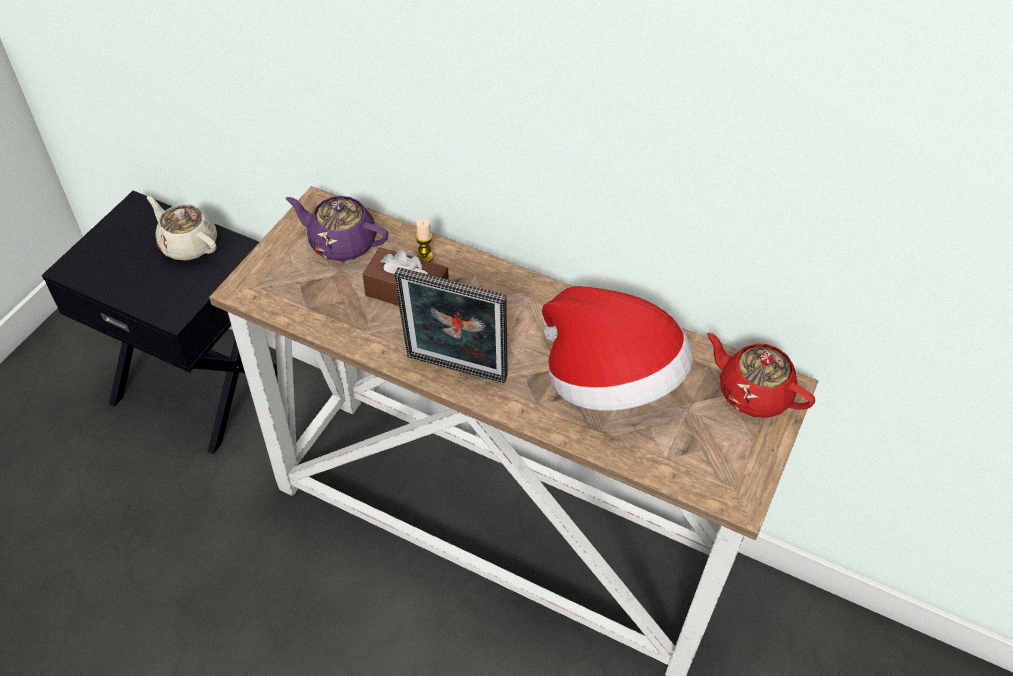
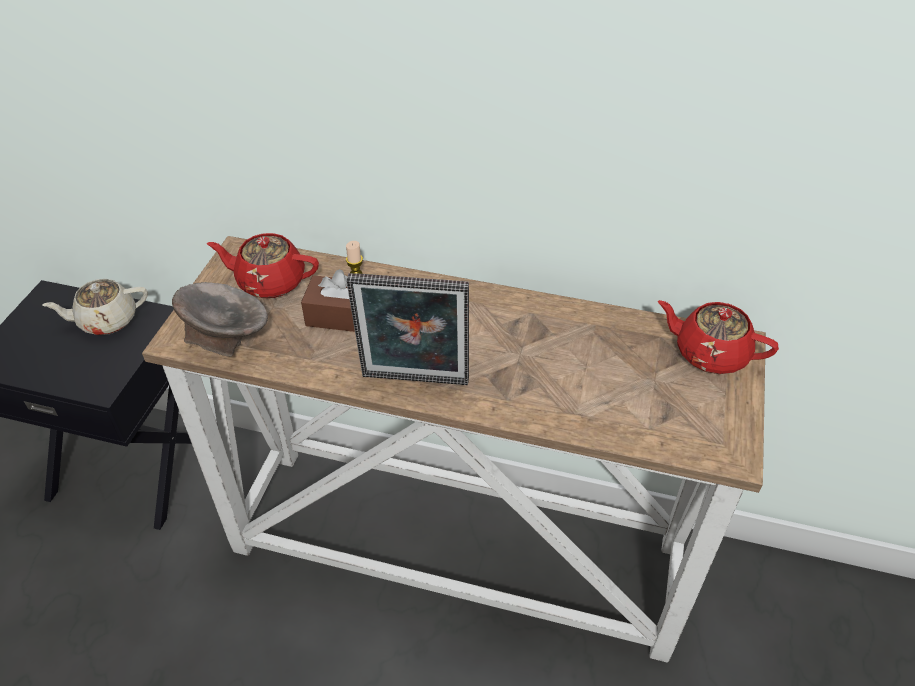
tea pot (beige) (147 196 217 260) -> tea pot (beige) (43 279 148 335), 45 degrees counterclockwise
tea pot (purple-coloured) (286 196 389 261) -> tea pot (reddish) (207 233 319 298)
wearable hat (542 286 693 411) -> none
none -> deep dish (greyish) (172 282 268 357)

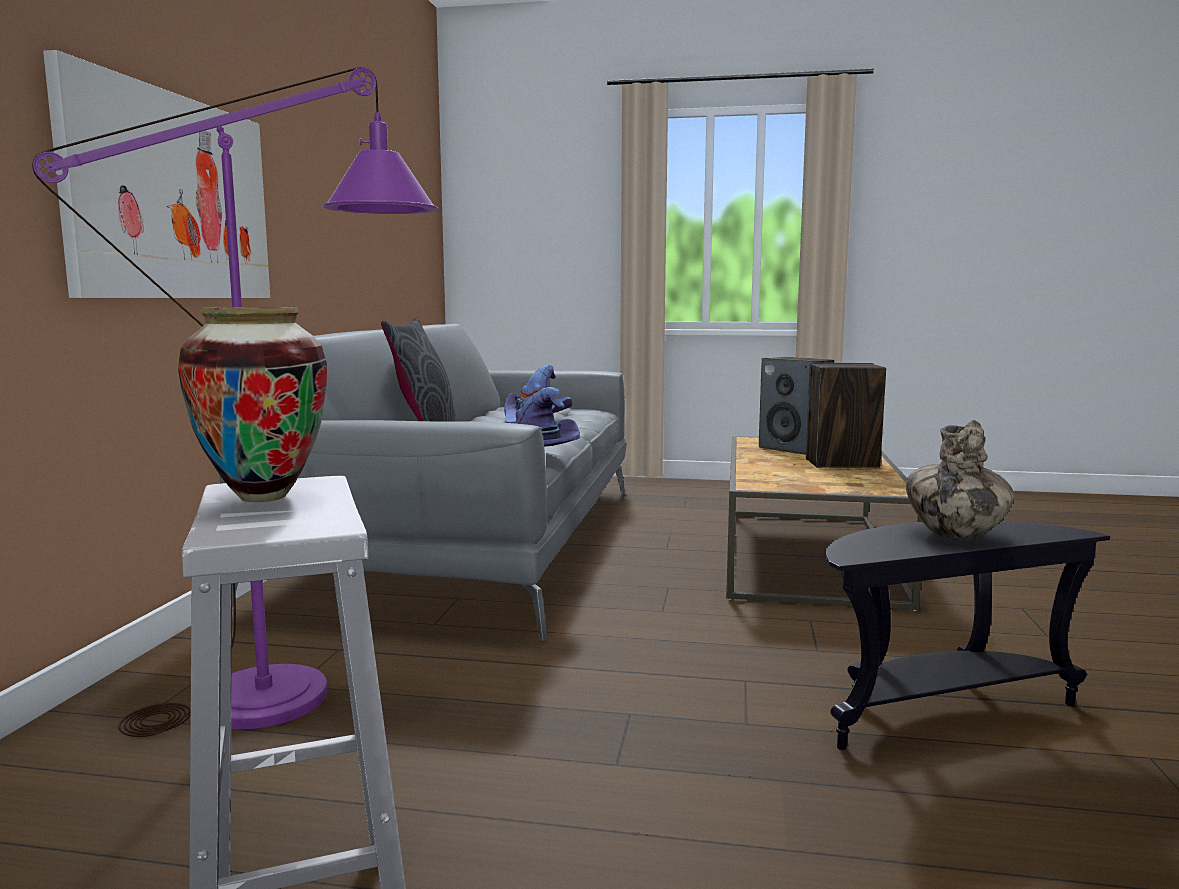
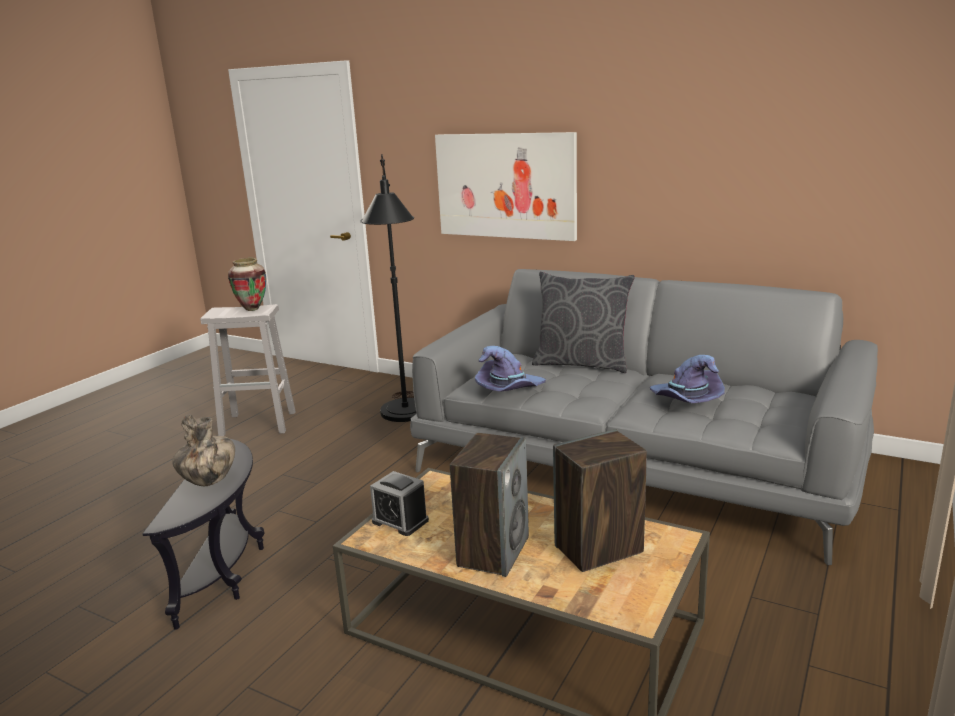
standing lamp (purple-coloured) (32 67 438 737) -> standing lamp (blackish) (360 154 417 422)
none -> bedside clock (370 471 429 536)

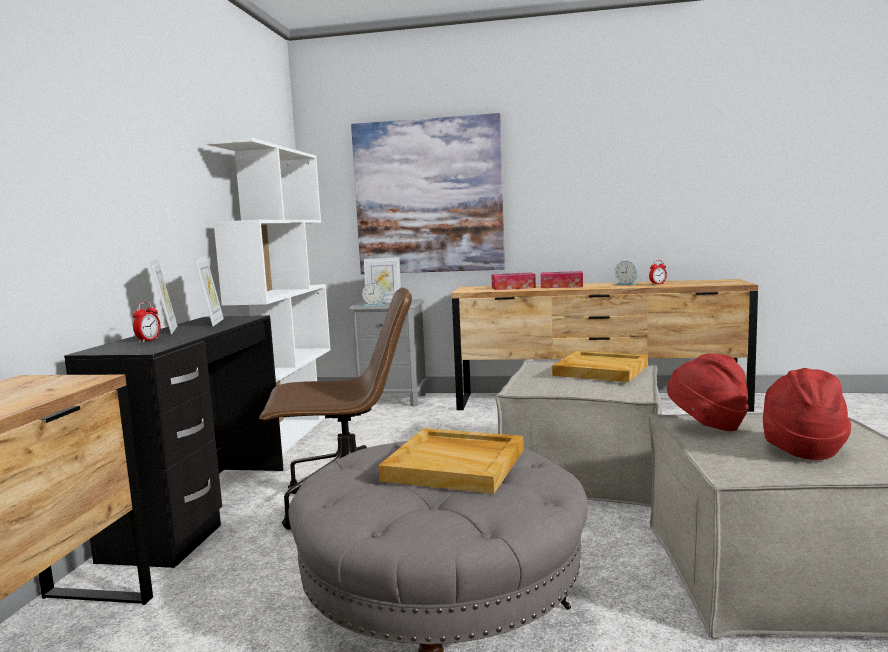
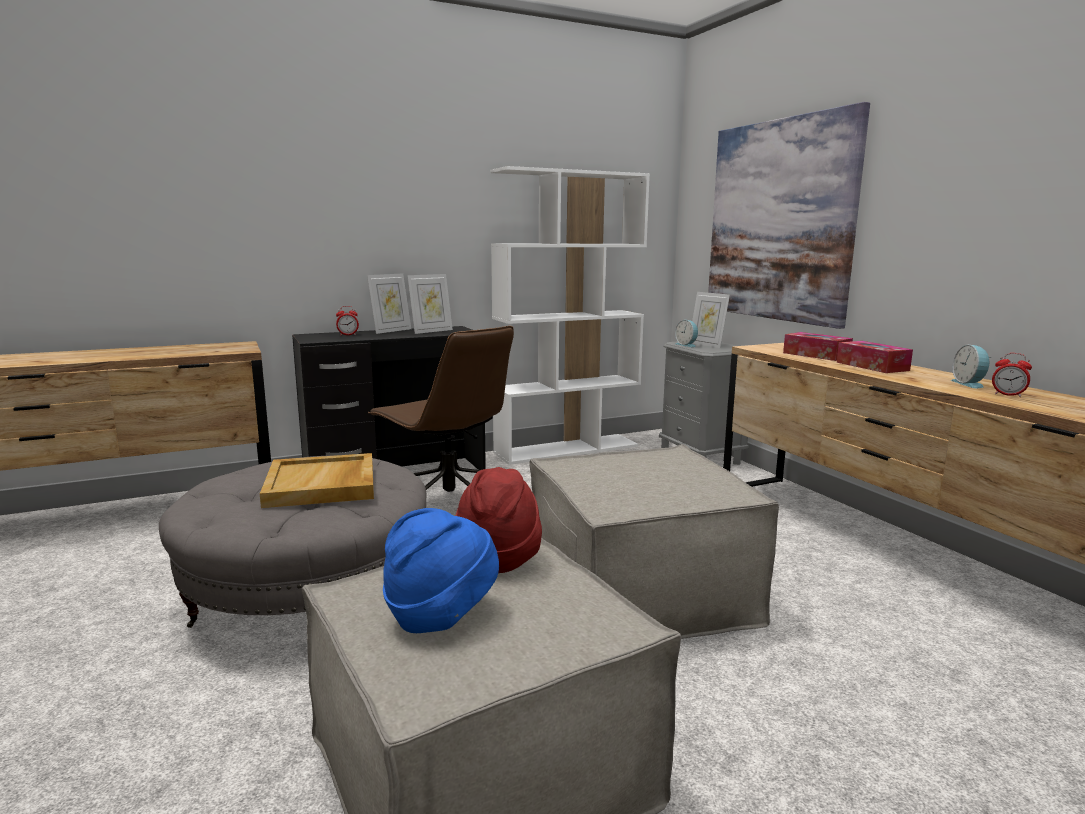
tray (beige) (552 351 648 382) -> none
wearable hat (reddish) (763 368 851 460) -> wearable hat (blue-coloured) (383 508 499 633)

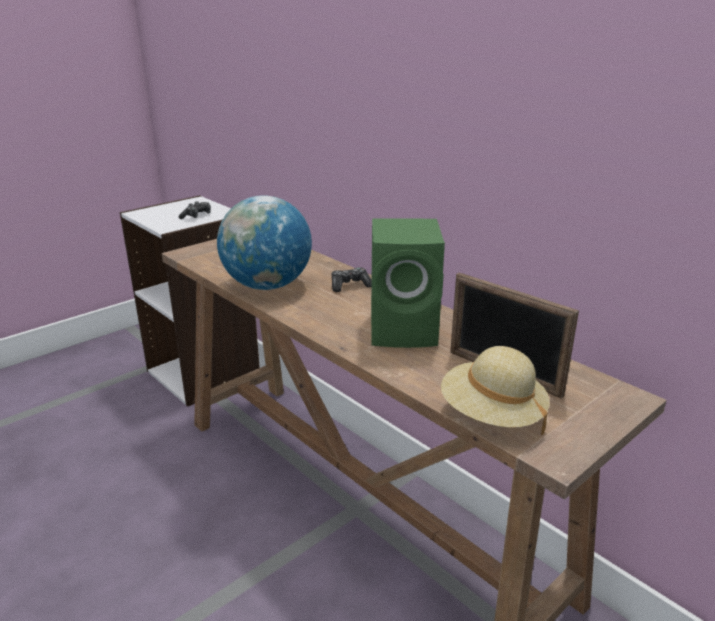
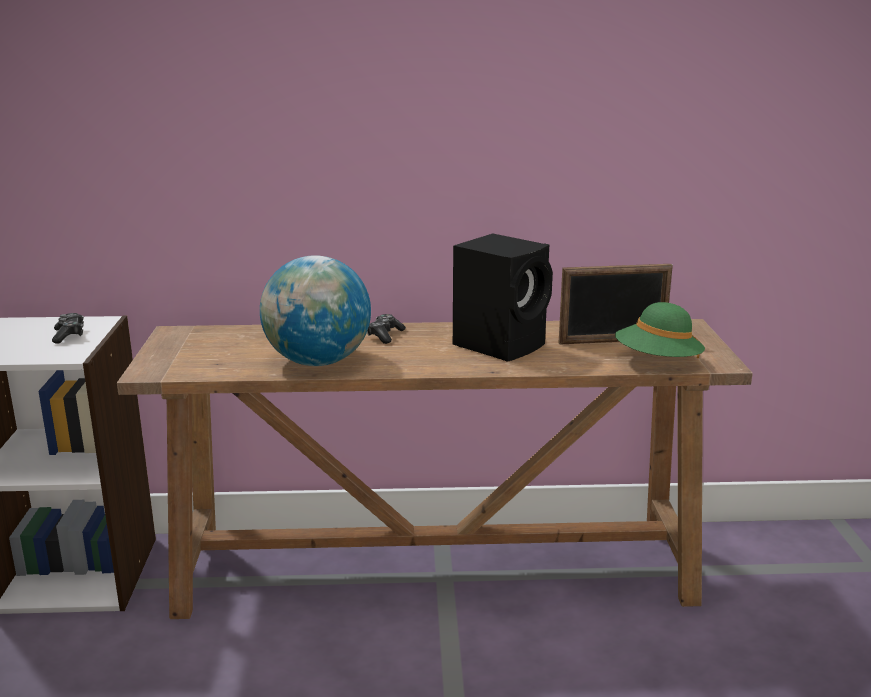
speaker (green) (371 218 445 348) -> speaker (blackish) (453 233 553 362)
wearable hat (beige) (441 346 550 435) -> wearable hat (green) (615 302 705 358)

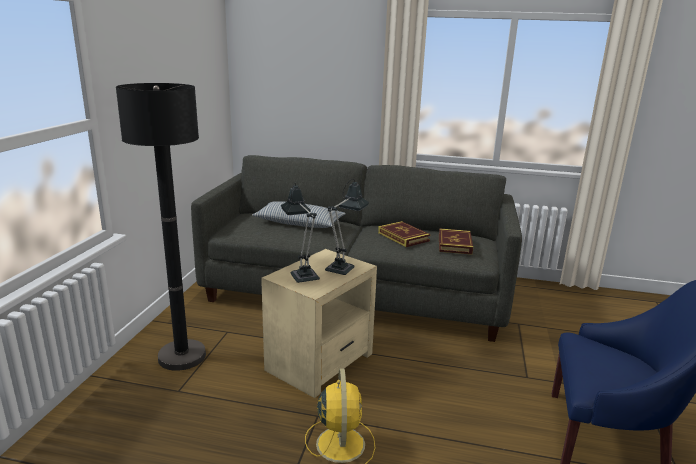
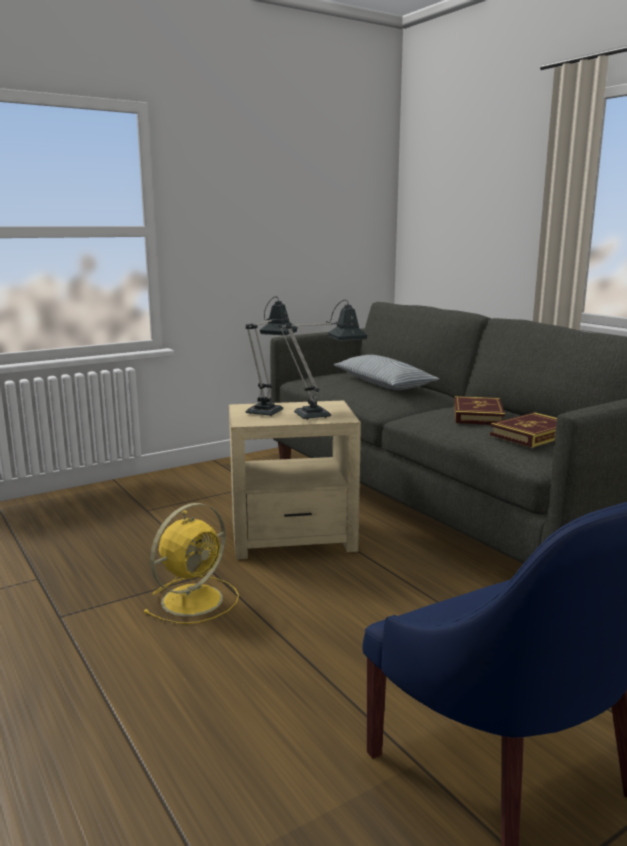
standing lamp (blackish) (116 83 206 371) -> none

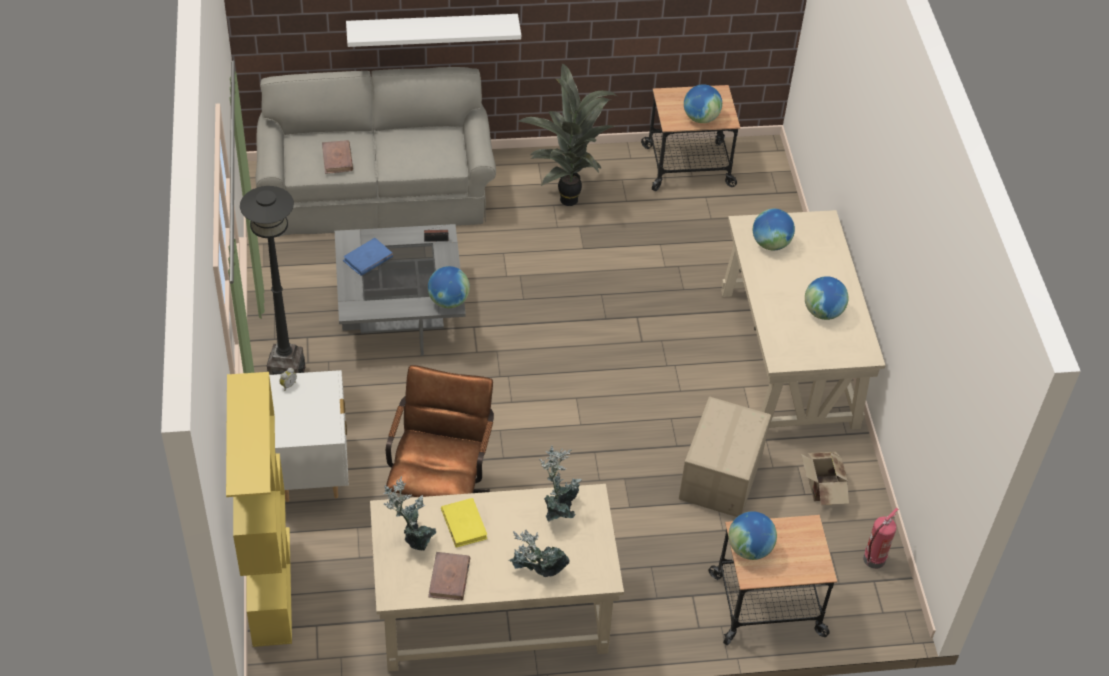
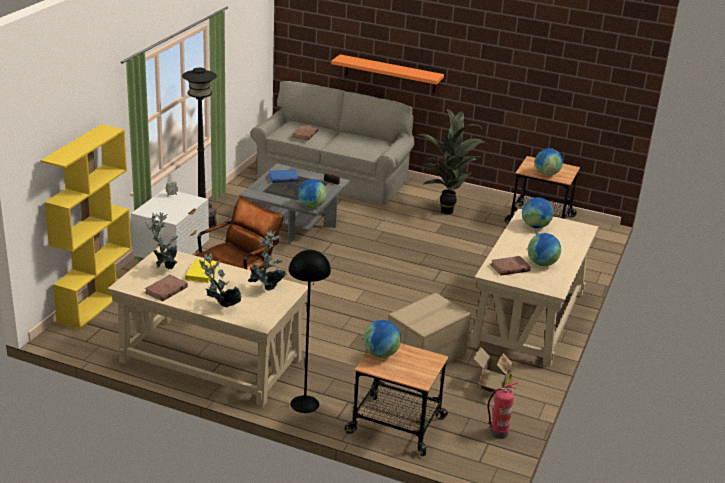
shelf (white-coloured) (346 14 521 47) -> shelf (orange-coloured) (331 54 444 93)
none -> standing lamp (blackish) (289 250 331 413)
none -> book (brownish) (490 256 531 276)

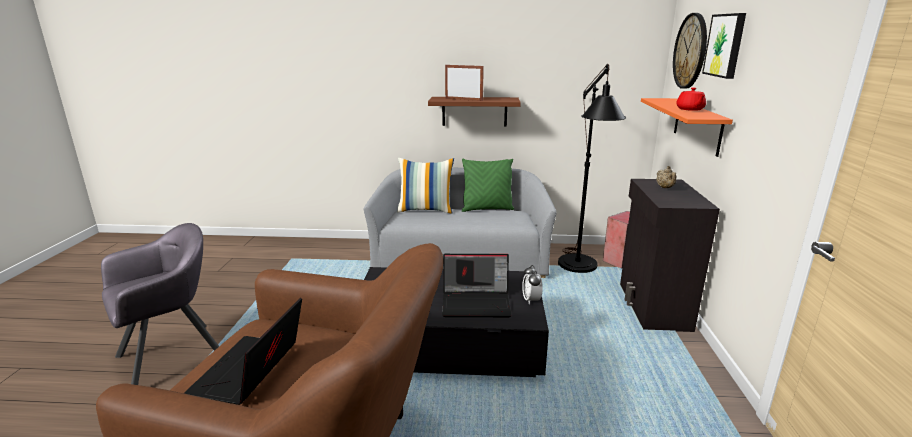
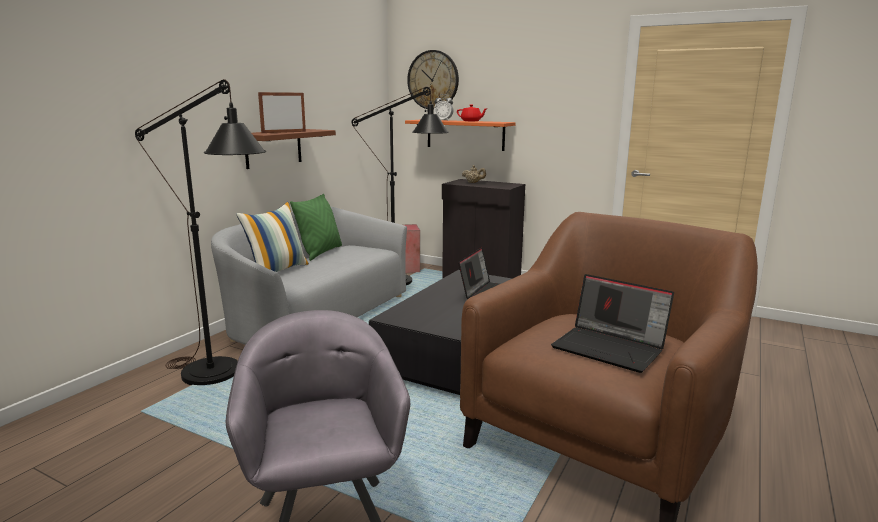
picture (702 13 746 79) -> none
bedside clock (522 265 543 305) -> bedside clock (434 94 454 121), moved
none -> standing lamp (blackish) (135 79 266 385)

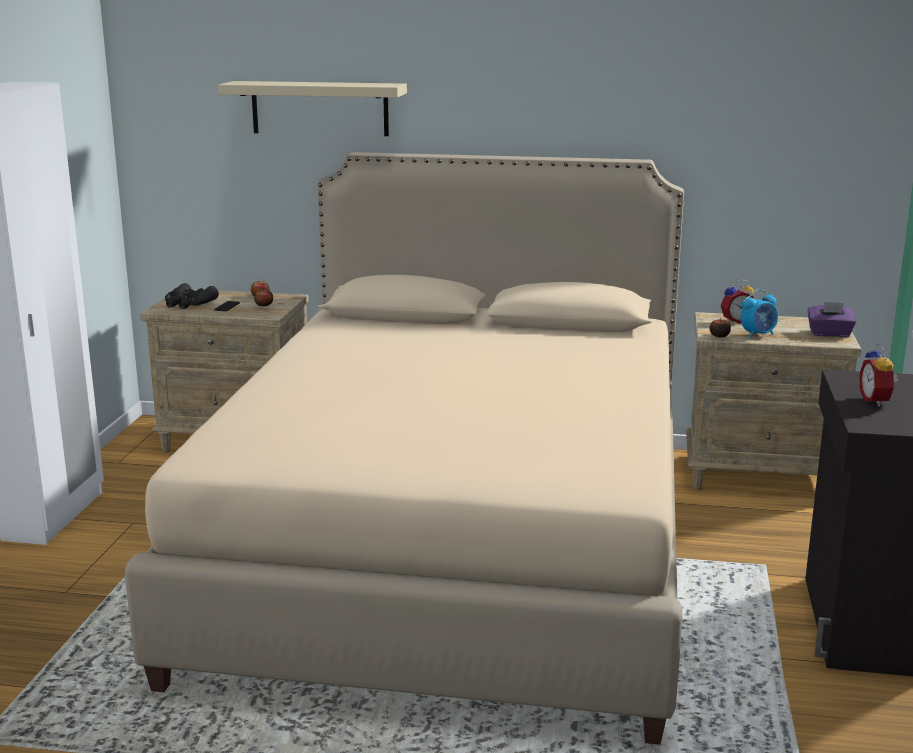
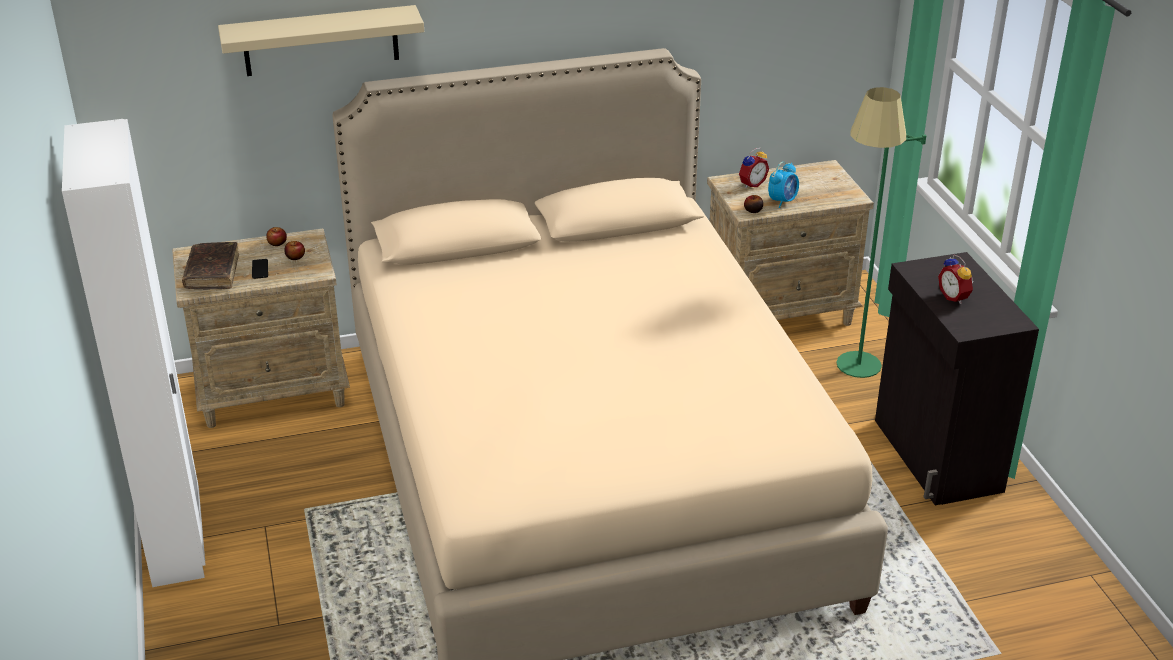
pair of binoculars (blackish) (165 283 219 309) -> book (brownish) (182 242 239 289)
tissue box (purple-coloured) (807 302 856 337) -> none
none -> standing lamp (green) (836 87 926 378)

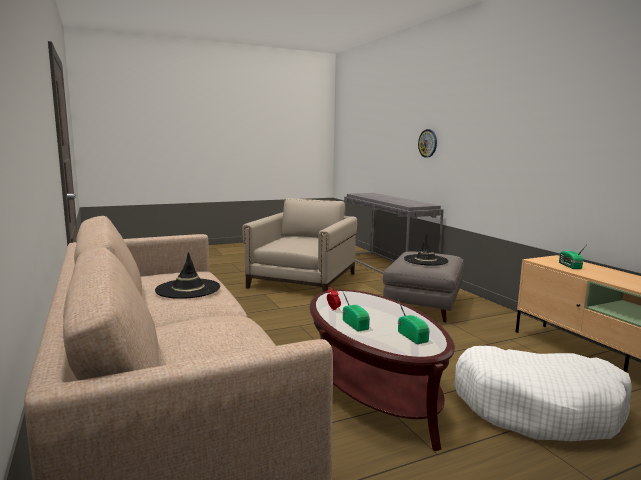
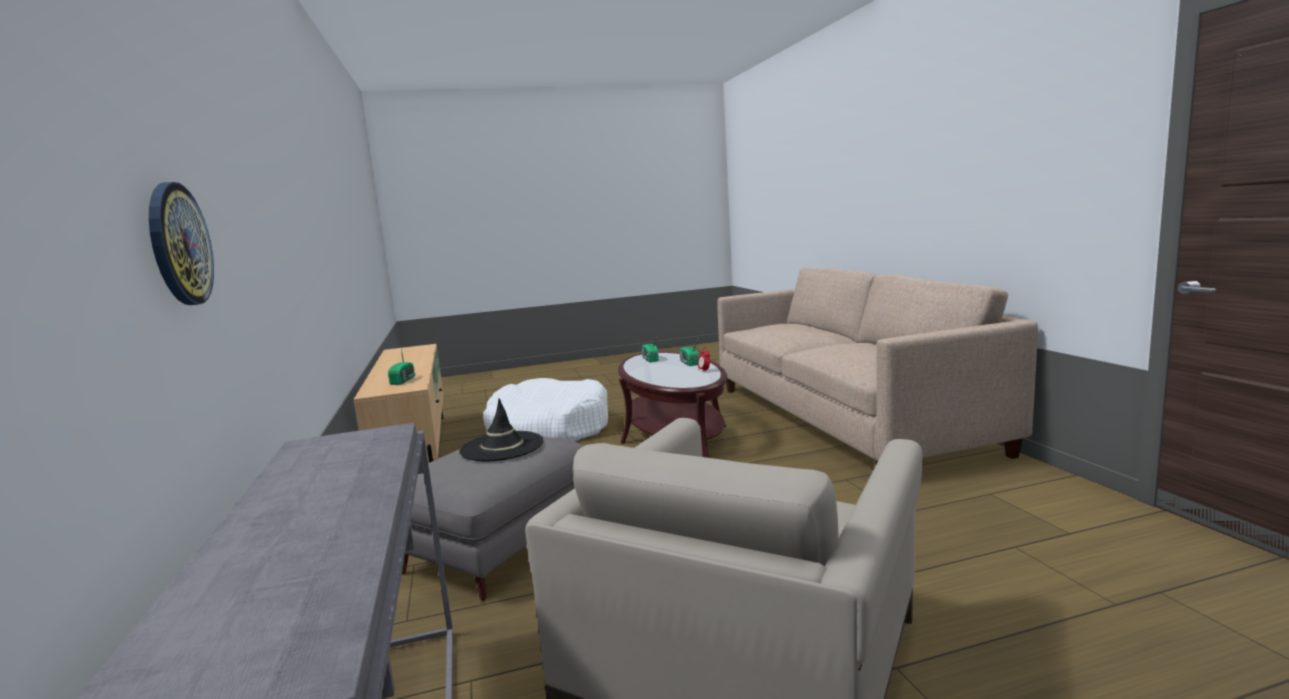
wearable hat (blackish) (155 252 220 299) -> none

